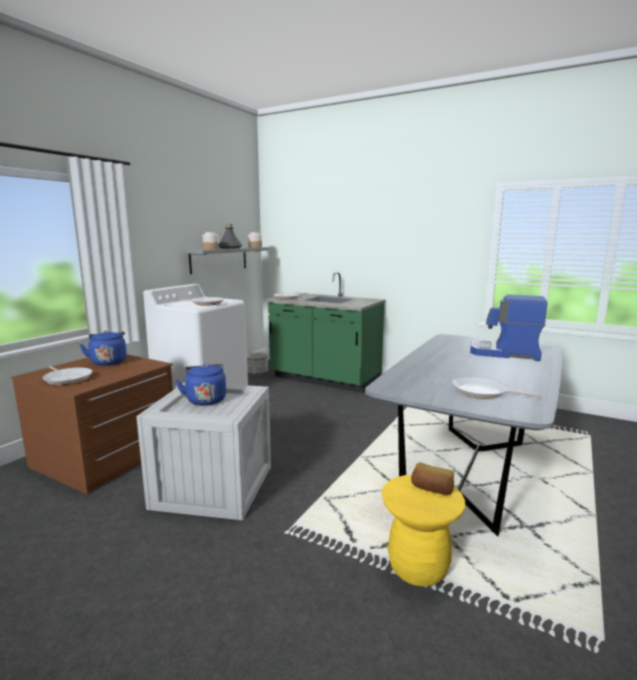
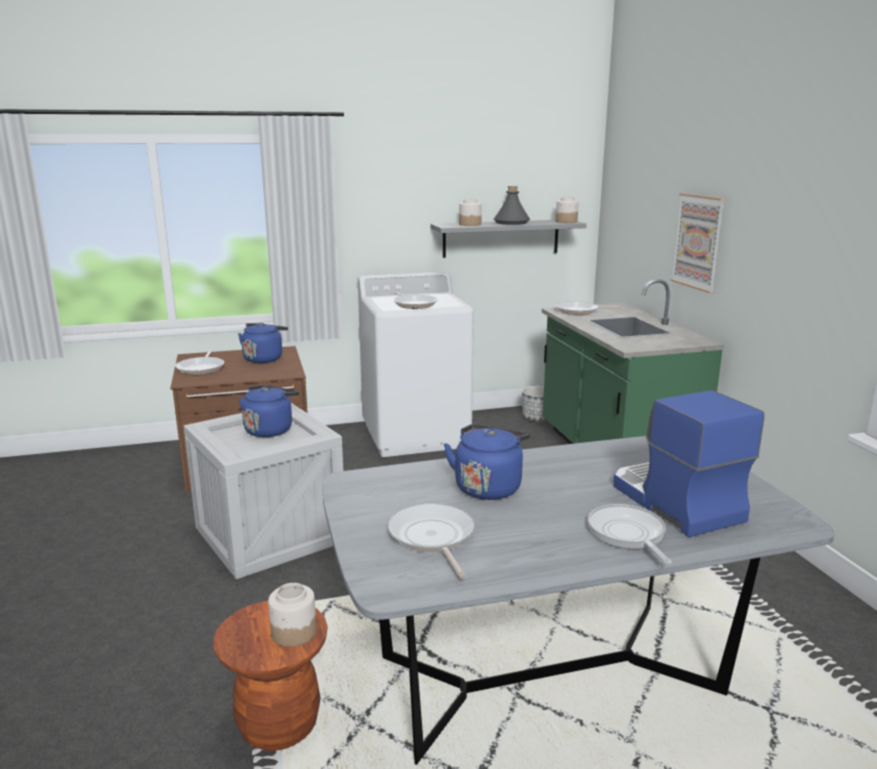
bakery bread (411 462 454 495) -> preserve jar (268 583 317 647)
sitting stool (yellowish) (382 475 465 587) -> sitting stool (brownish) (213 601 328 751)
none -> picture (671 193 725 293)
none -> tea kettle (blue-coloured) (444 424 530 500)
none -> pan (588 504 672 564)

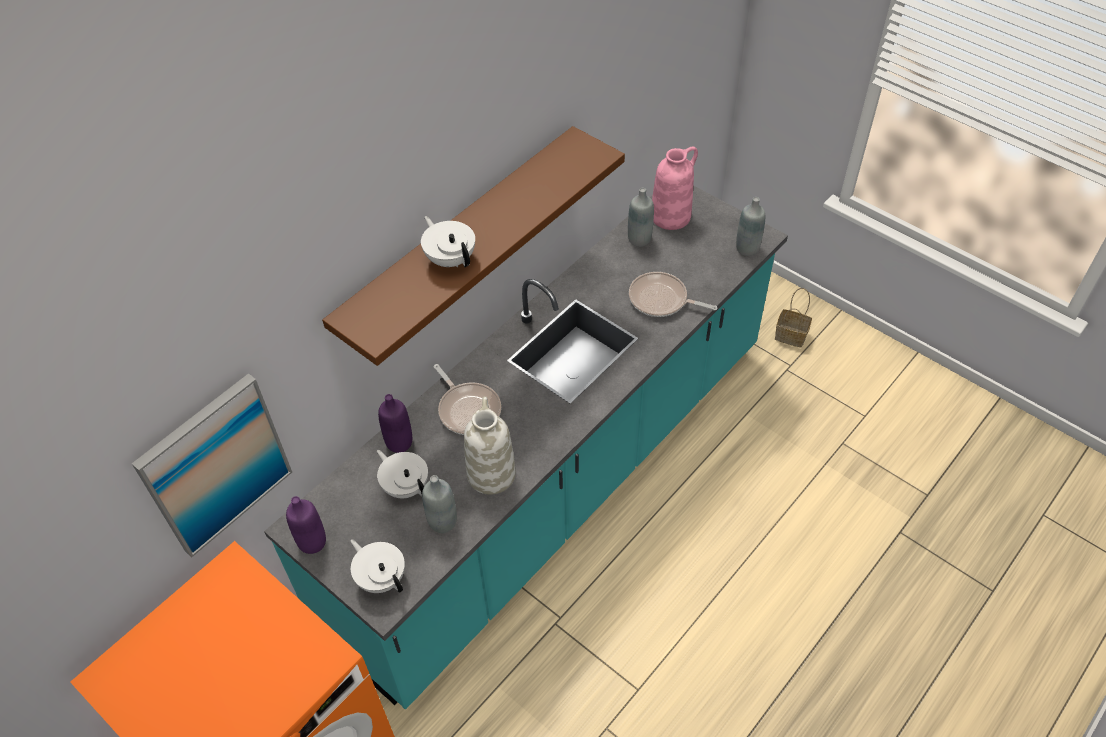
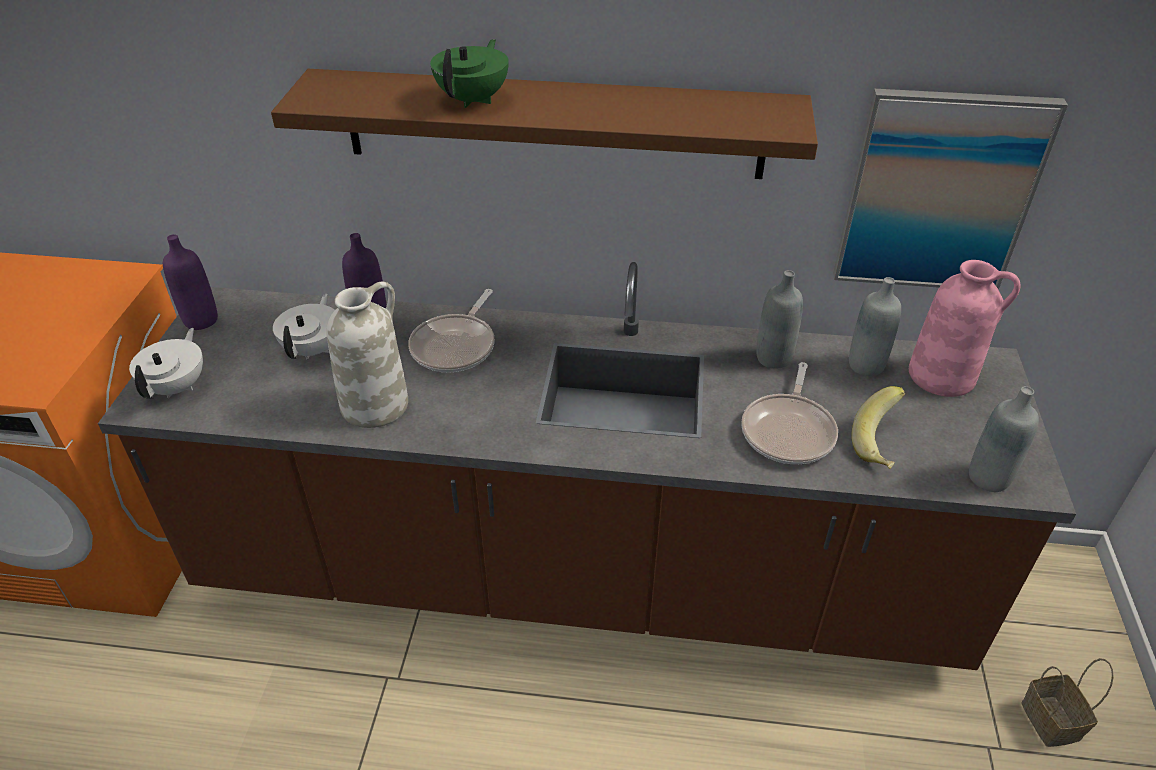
kitchen counter (blue-green) (264 185 788 710) -> kitchen counter (brownish) (98 262 1076 670)
tea pot (white-coloured) (421 216 475 267) -> tea pot (green) (430 39 509 108)
pan (629 272 718 317) -> pan (741 362 838 464), 150 degrees counterclockwise
picture (132 373 292 558) -> picture (833 89 1068 290), moved
drink bottle (greyish) (422 475 457 533) -> drink bottle (greyish) (756 270 803 368), moved
none -> whole banana (851 386 905 469)

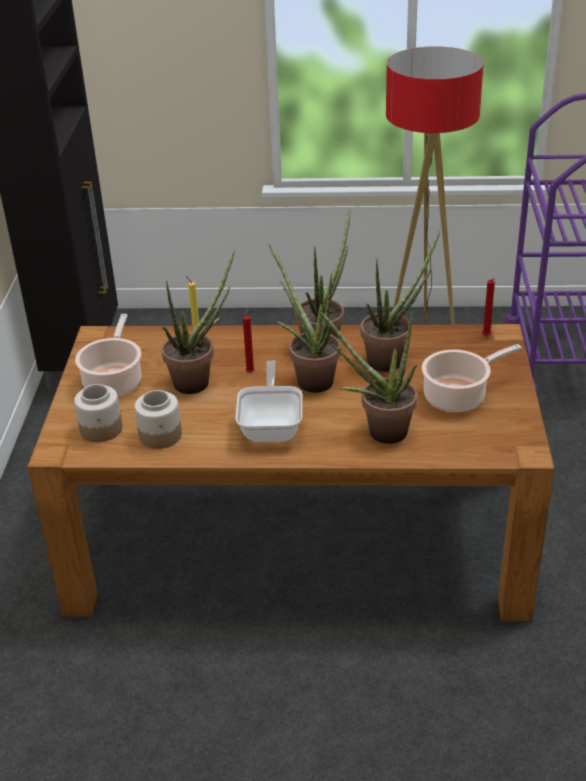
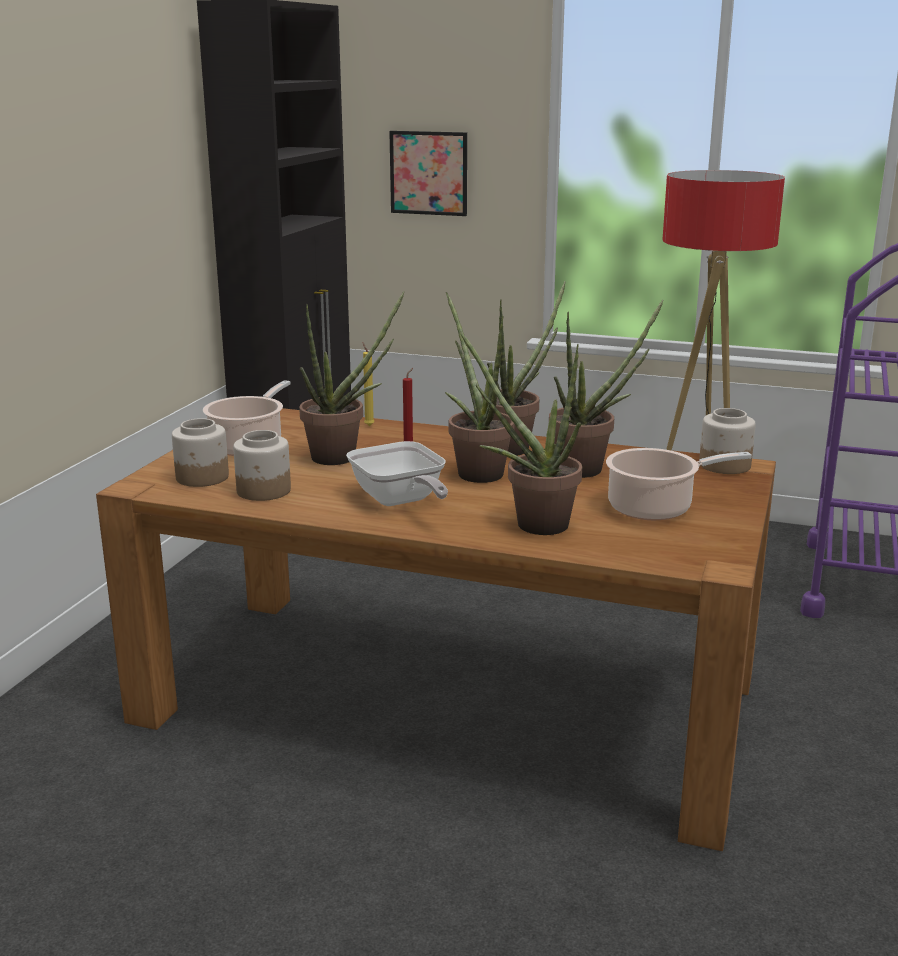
wax candle (reddish) (482 278 495 336) -> preserve jar (699 408 756 474)
pan (236 360 302 442) -> pan (346 441 448 506), 135 degrees clockwise
none -> picture (389 131 467 216)

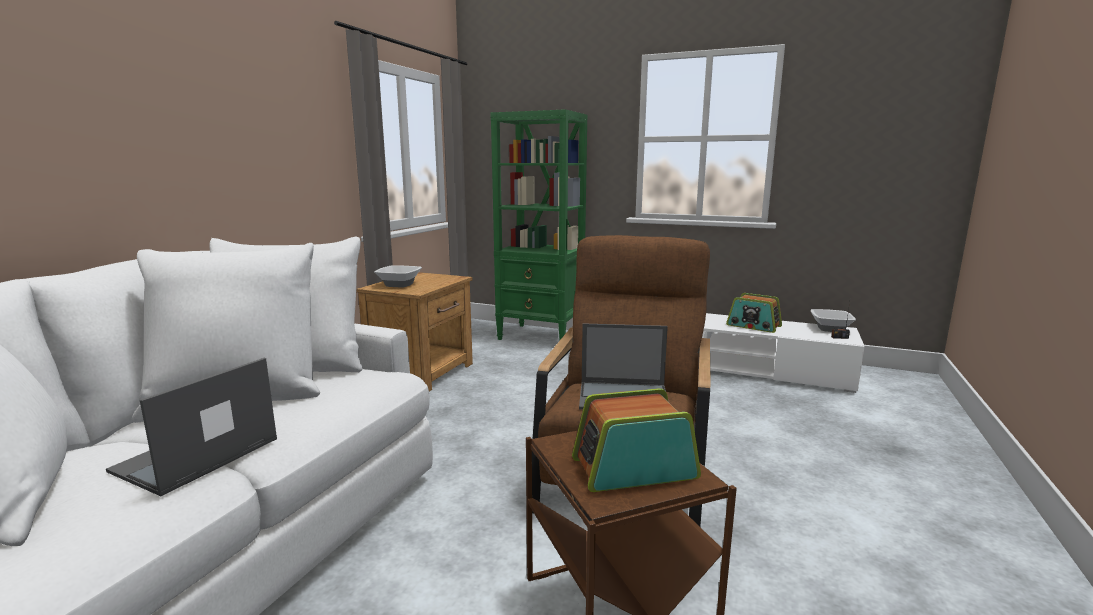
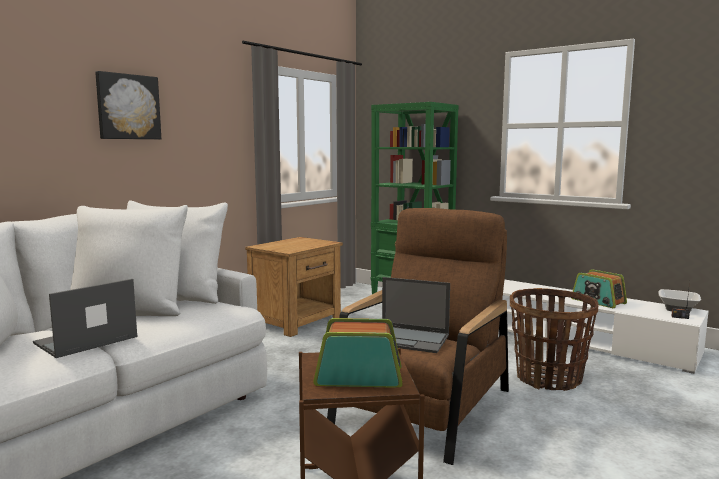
deep dish (374 265 422 287) -> none
none -> picture (95 71 161 139)
none -> household basket (510 288 599 391)

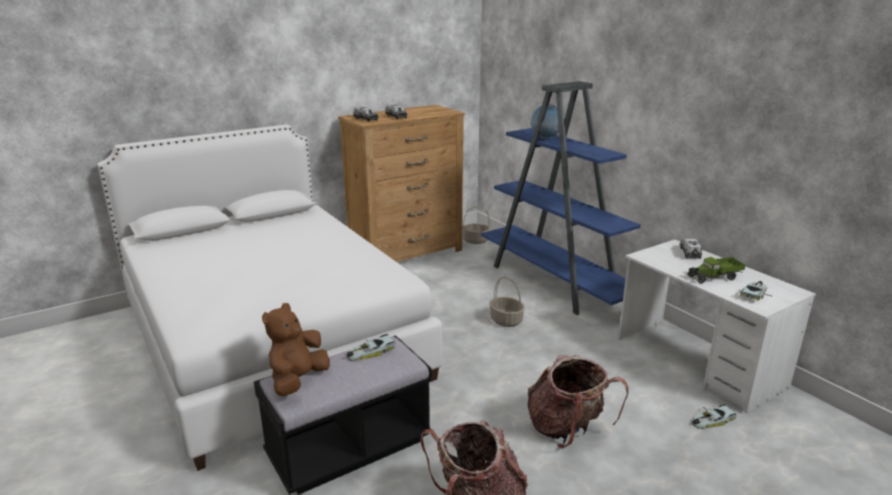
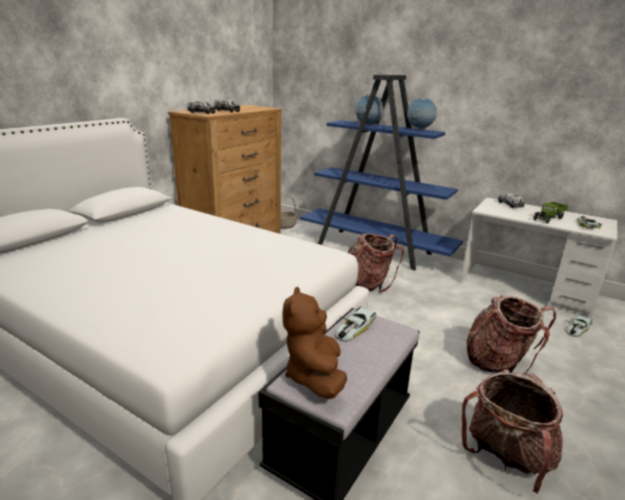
household basket (489 276 525 327) -> rucksack (348 233 404 293)
none -> world globe (407 97 437 130)

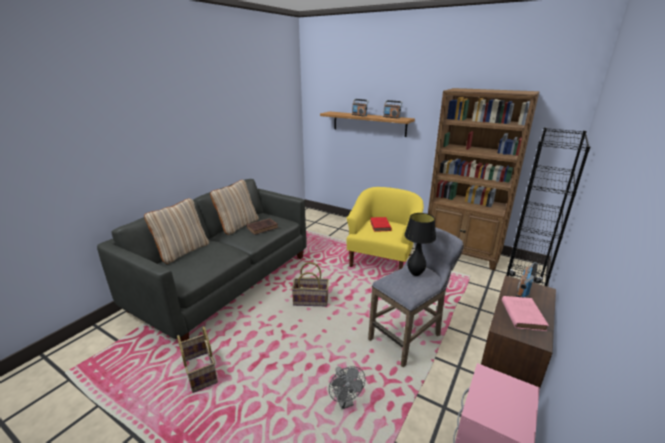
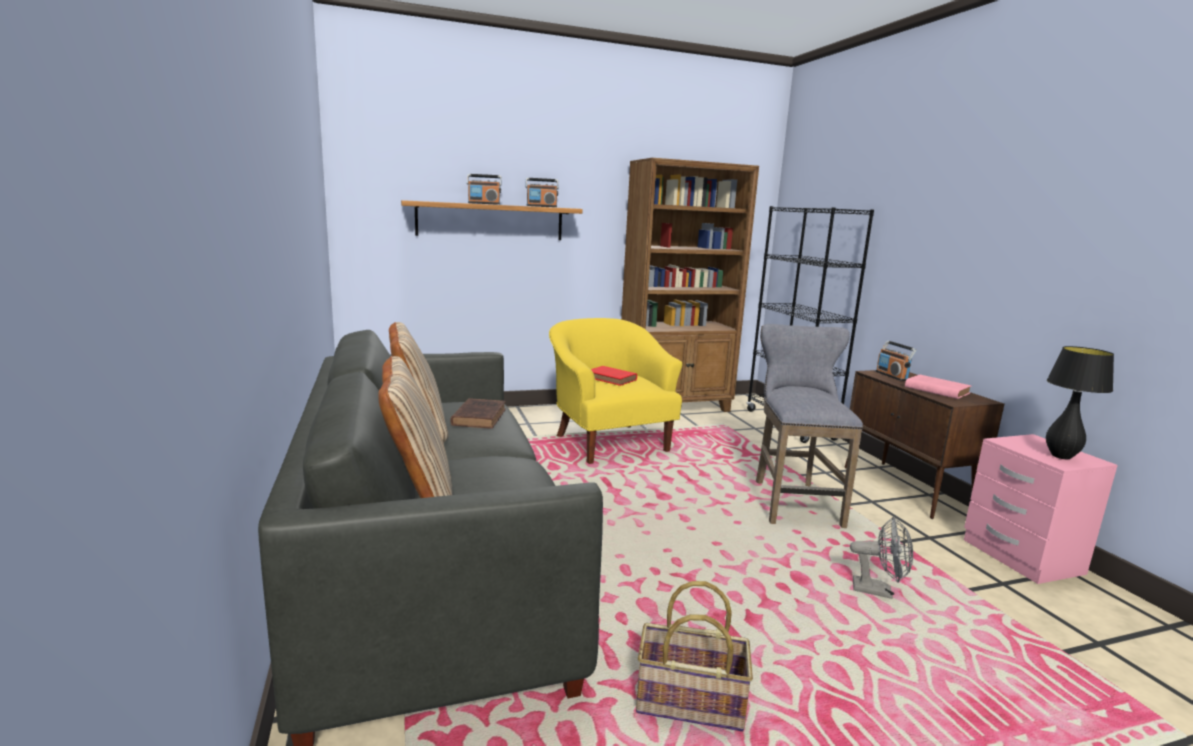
tabletop lamp (blackish) (404 213 436 276) -> tabletop lamp (blackish) (1046 346 1114 459), moved
household basket (292 262 329 306) -> none

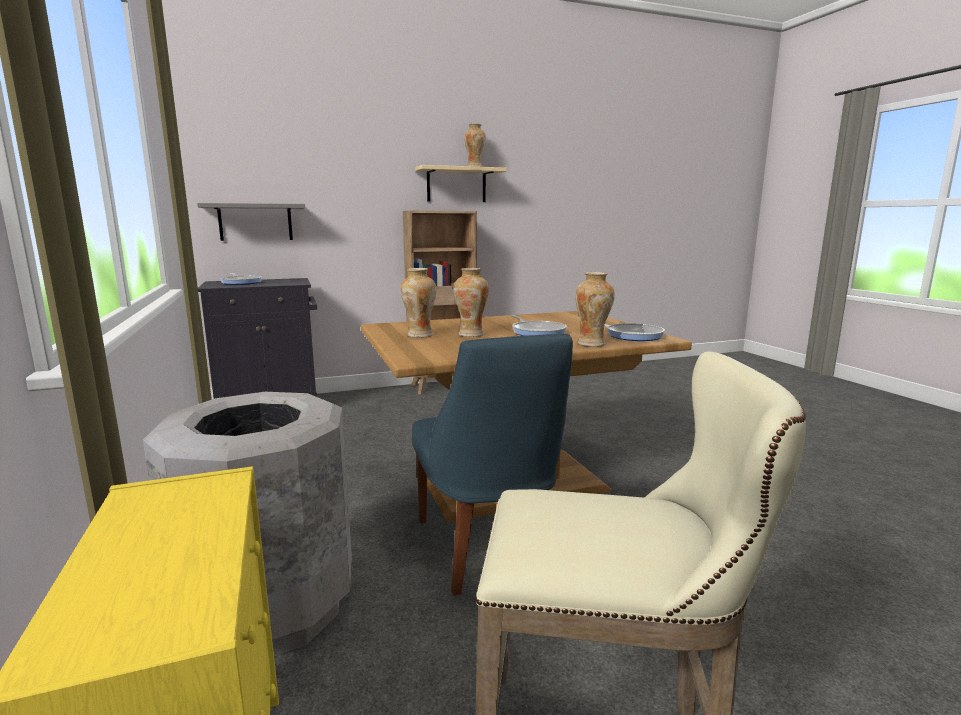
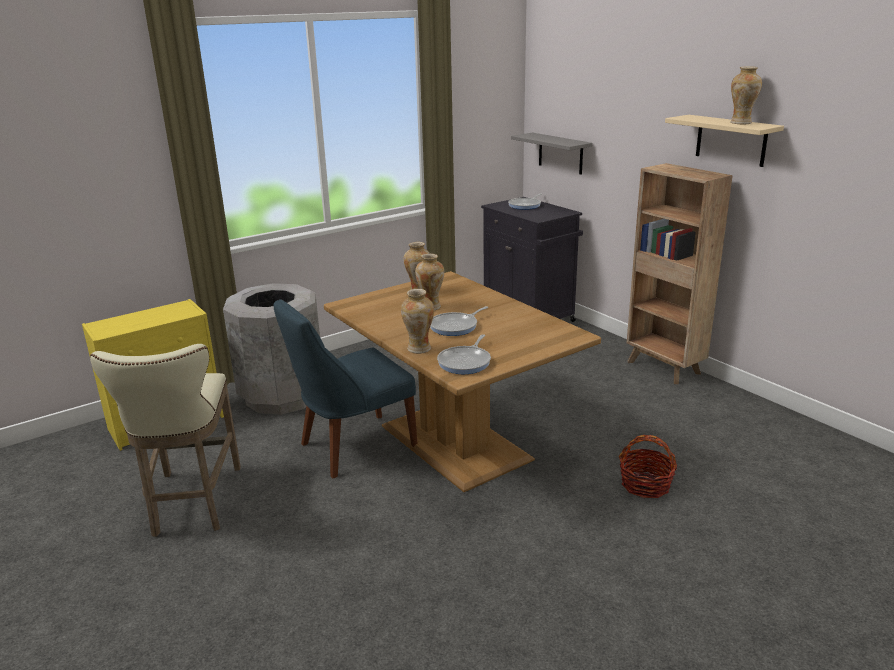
none -> household basket (619 435 677 498)

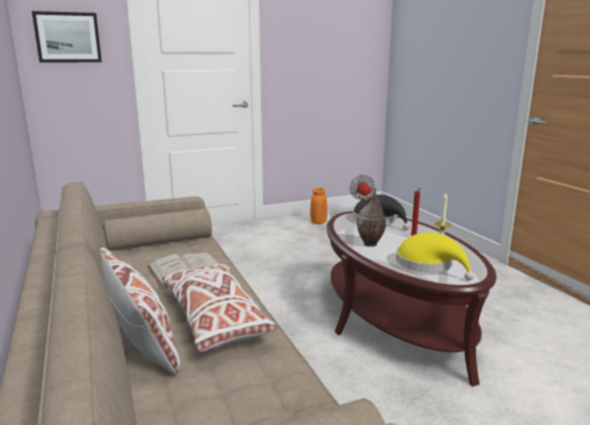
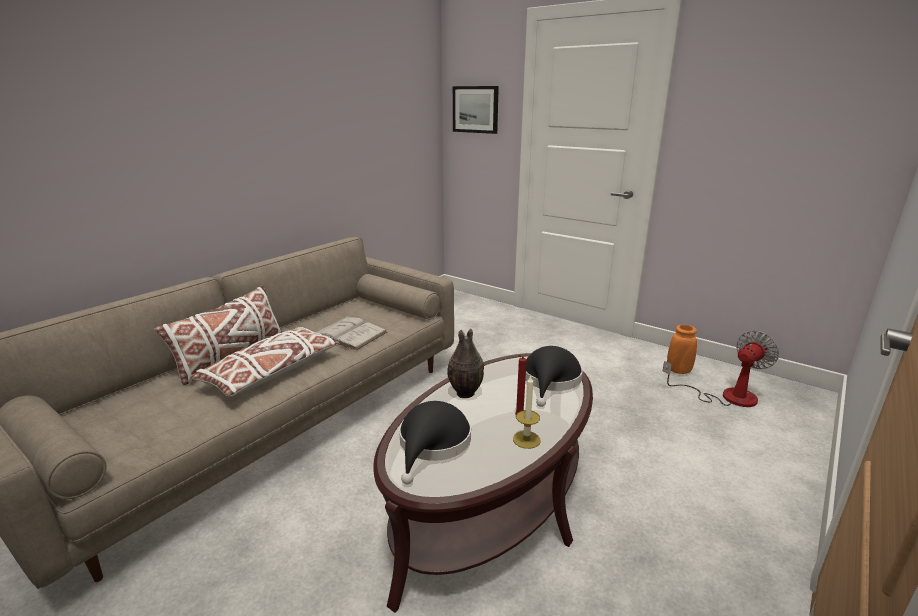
wearable hat (yellowish) (396 233 474 281) -> wearable hat (blackish) (399 401 471 484)

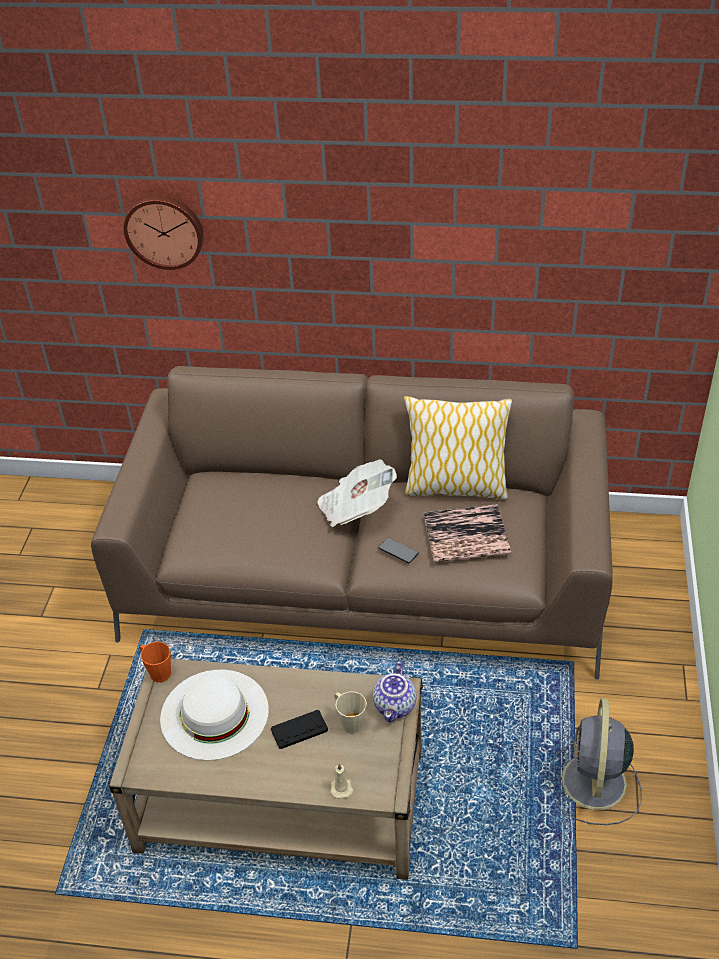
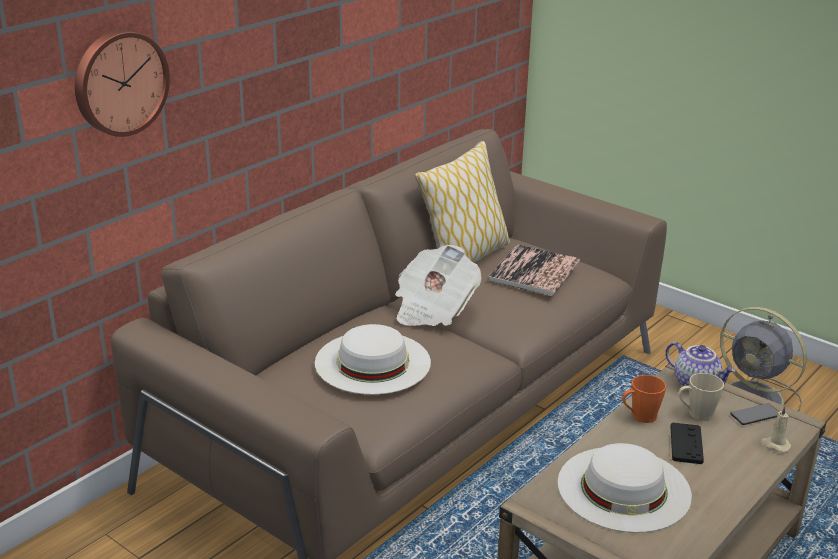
telephone (378 537 419 563) -> telephone (730 403 779 425), moved
tea mug (orange-coloured) (140 641 171 682) -> tea mug (orange-coloured) (622 375 666 423), moved
none -> wearable hat (white-coloured) (315 324 431 395)

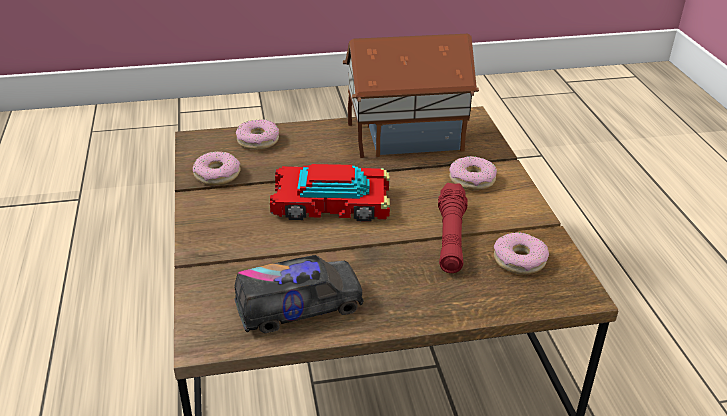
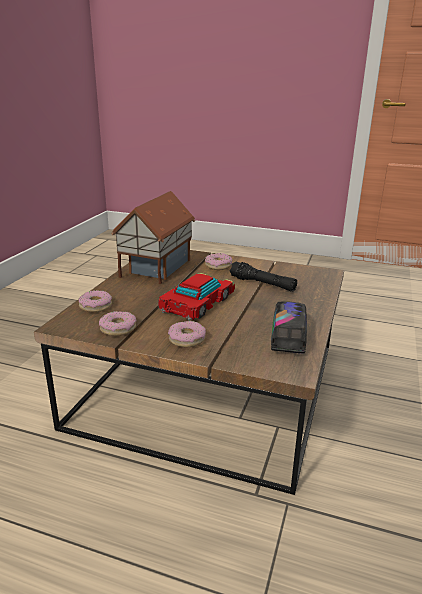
flashlight (reddish) (438 183 467 273) -> flashlight (blackish) (229 262 297 292)
ring doughnut (494 232 549 275) -> ring doughnut (168 321 206 347), moved

